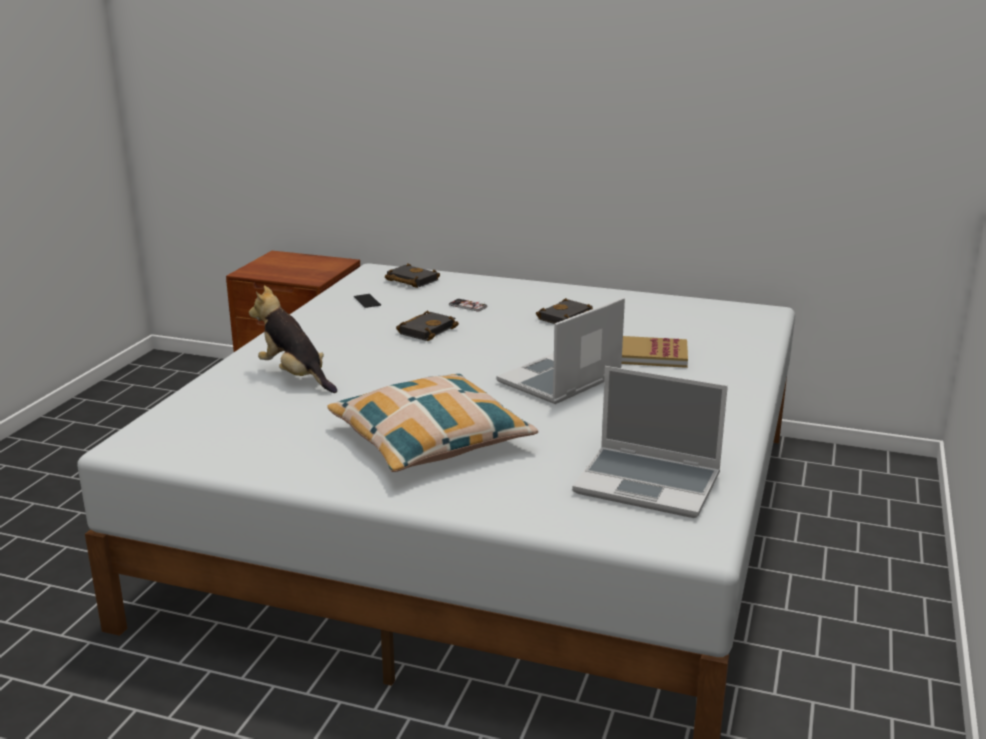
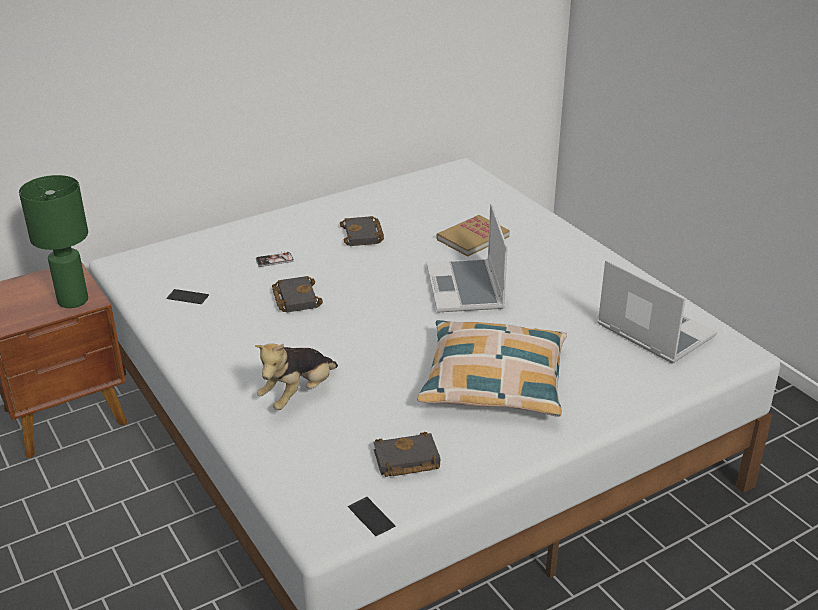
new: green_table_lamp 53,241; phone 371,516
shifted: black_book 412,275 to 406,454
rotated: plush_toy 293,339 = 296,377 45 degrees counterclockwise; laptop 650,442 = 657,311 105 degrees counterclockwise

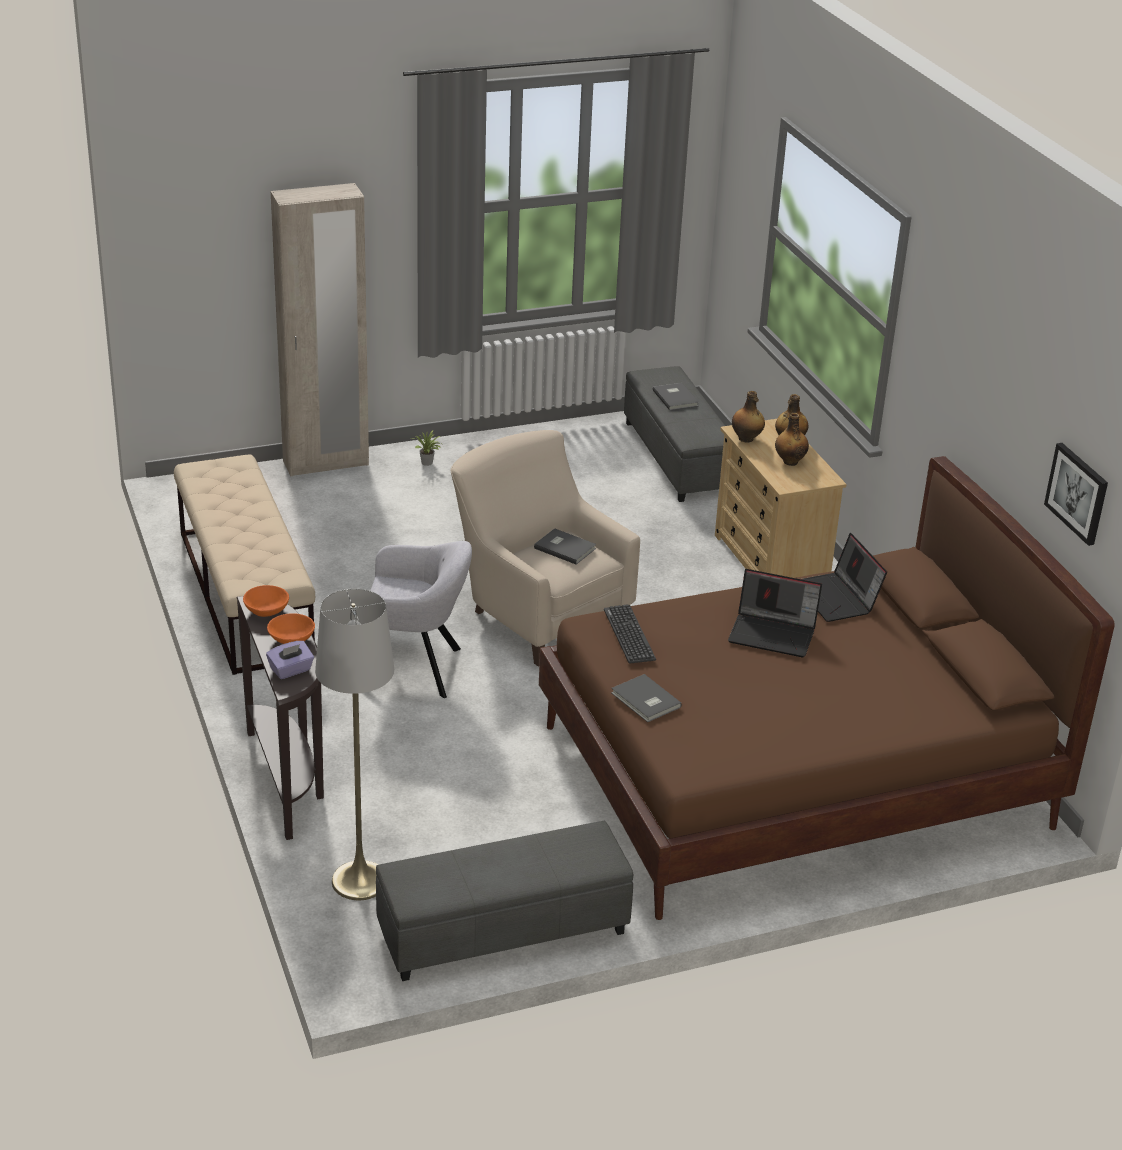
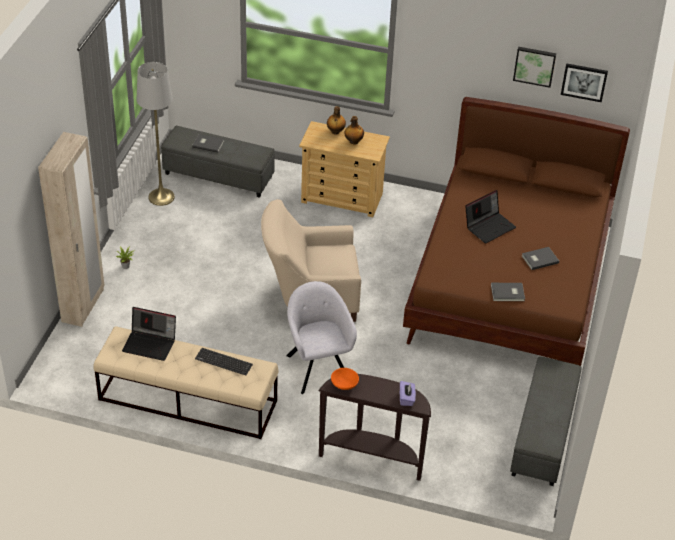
gone: orange_bowl 291,628; bottle 748,417
new: picture 534,67
shifted: laptop 844,577 to 149,334; grey_floor_lamp 354,744 to 156,134; keyboard 630,633 to 224,361; grey_book 565,546 to 540,258
rotated: grey_armchair 421,619 = 321,337 60 degrees counterclockwise

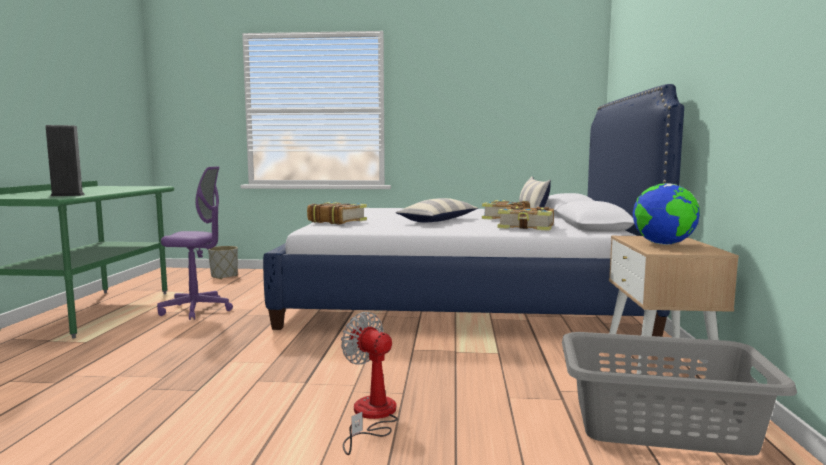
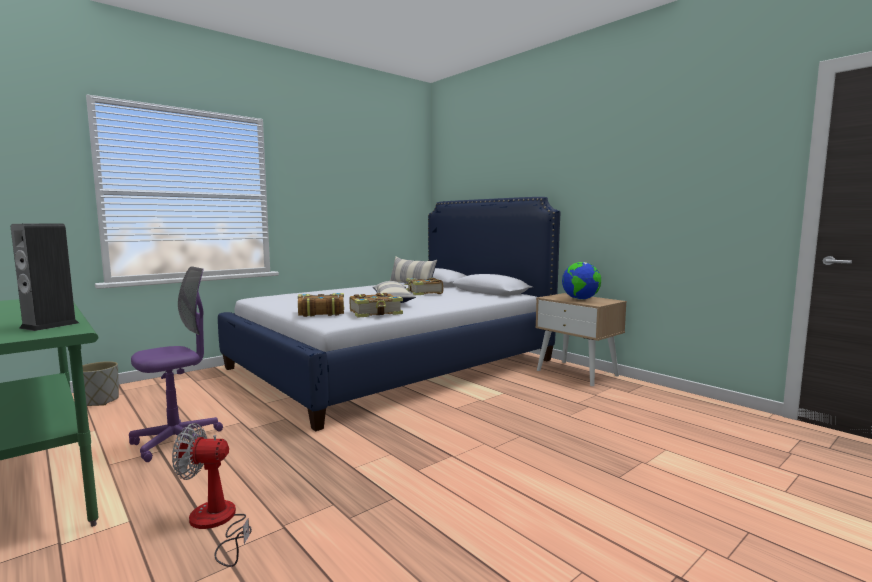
gone: grey_laundry_basket 679,394
shifted: fan 369,383 to 212,495; book 525,218 to 376,305

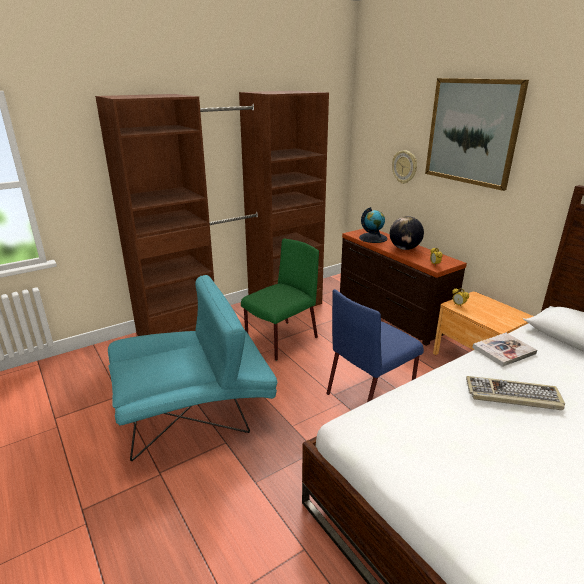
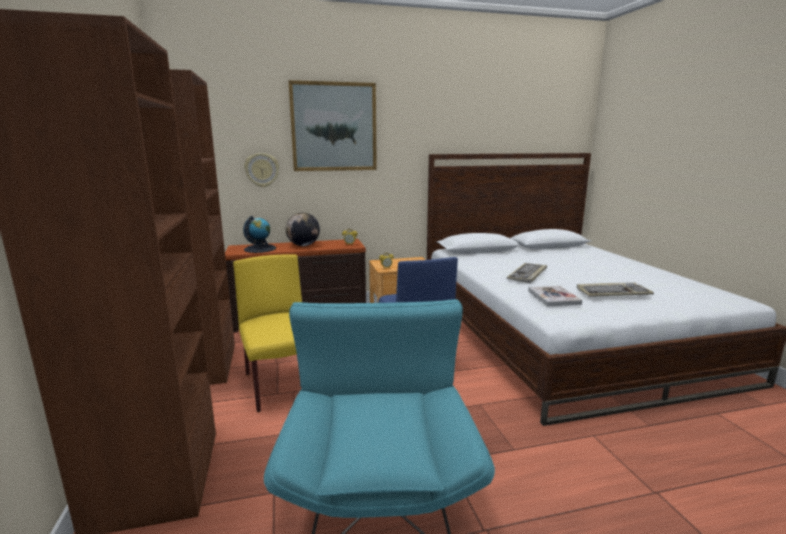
new: keyboard 615,289
shifted: book 504,350 to 555,296
repainted: green_chair 280,299 to yellow_chair 267,333

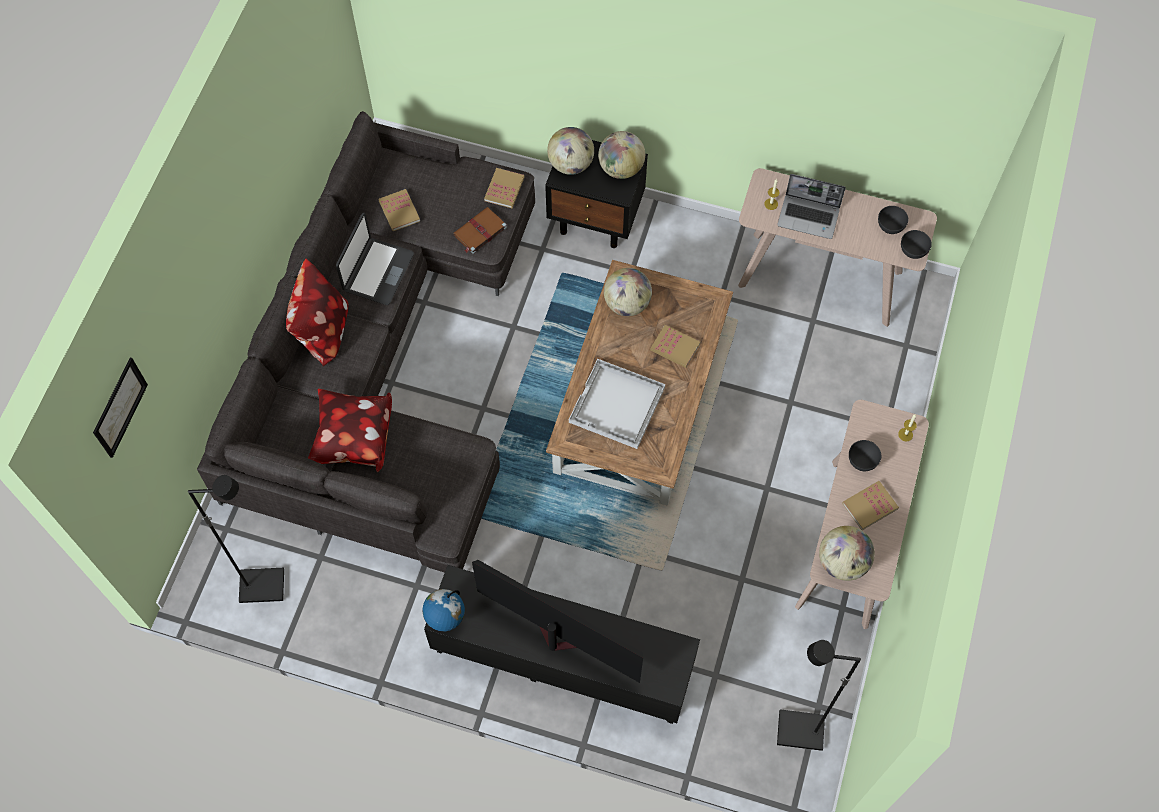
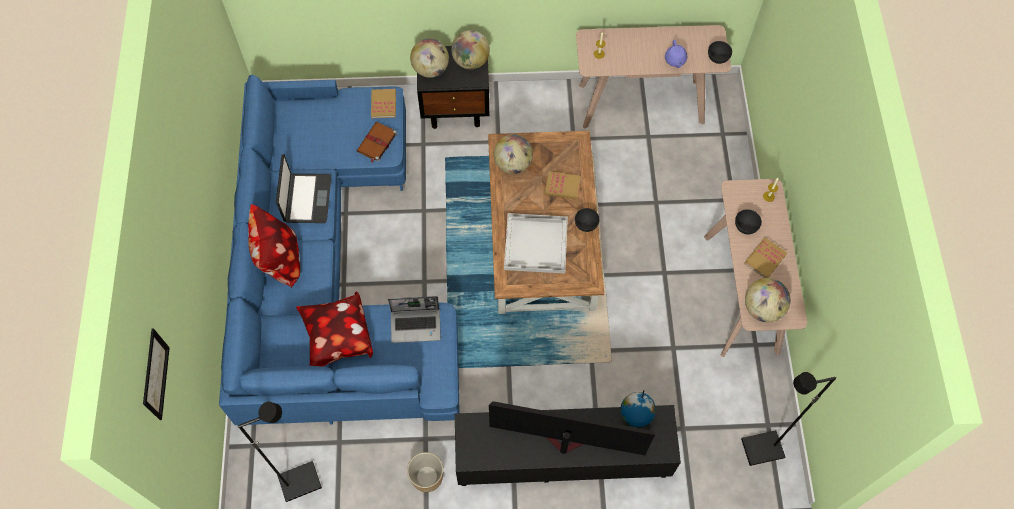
gone: book 399,210
new: planter 425,472; purple_teapot 676,54
shifted: laptop 811,206 to 414,319; grey_bowl 893,220 to 587,220; globe 444,610 to 638,408
repainted: grey_sofa 366,342 to blue_sofa 339,250

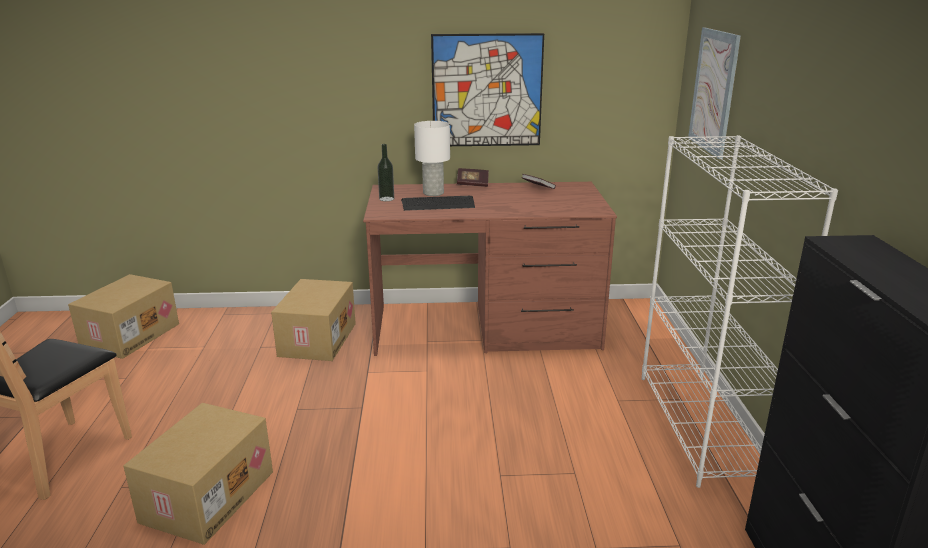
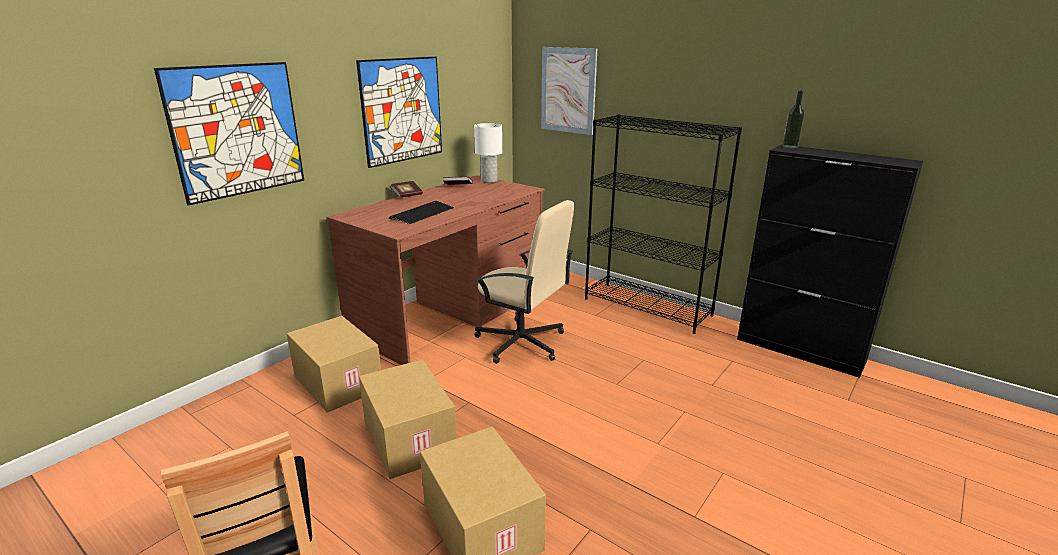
new: picture 229,134; beige_office_chair 524,282
shifted: cardboard_box 123,316 to 408,419; white_table_lamp 432,158 to 488,153; bottle 386,172 to 793,119
repainted: white_bookcase 740,311 to black_bookcase 663,224

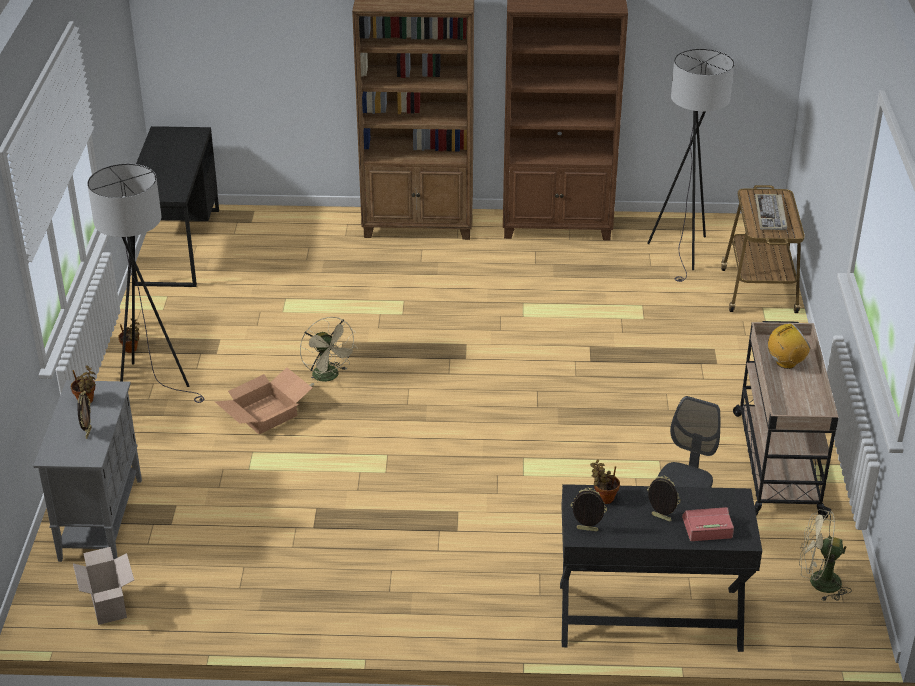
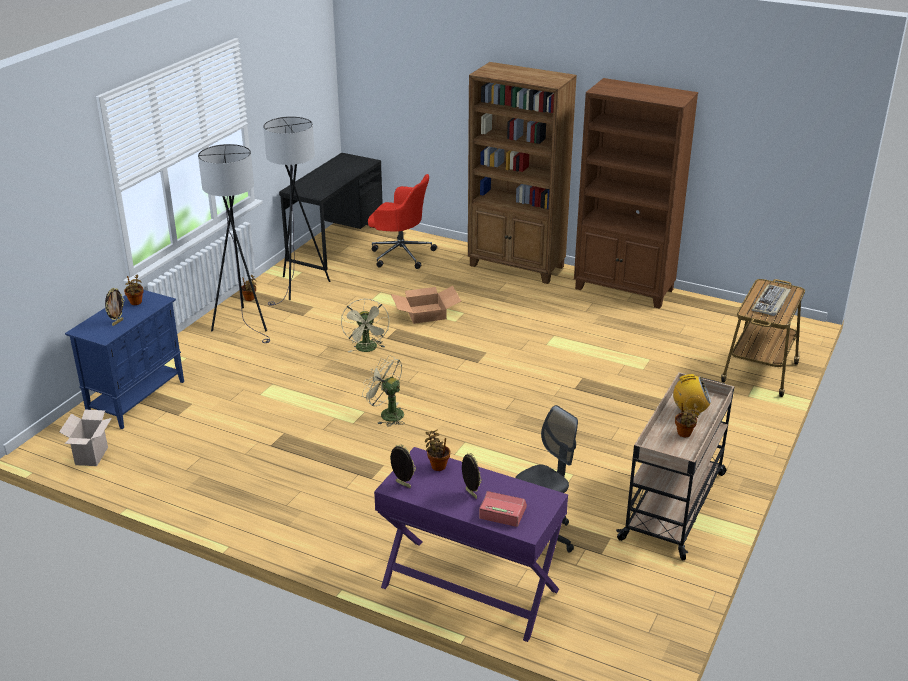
new: red_office_chair 402,221; potted_plant 687,420
shifted: grey_floor_lamp 690,165 to 296,211; beige_fan 825,555 to 383,390; cardboard_box 263,401 to 426,305
repainted: grey_cabinet 87,471 to blue_cabinet 124,359; black_desk 661,568 to purple_desk 471,544

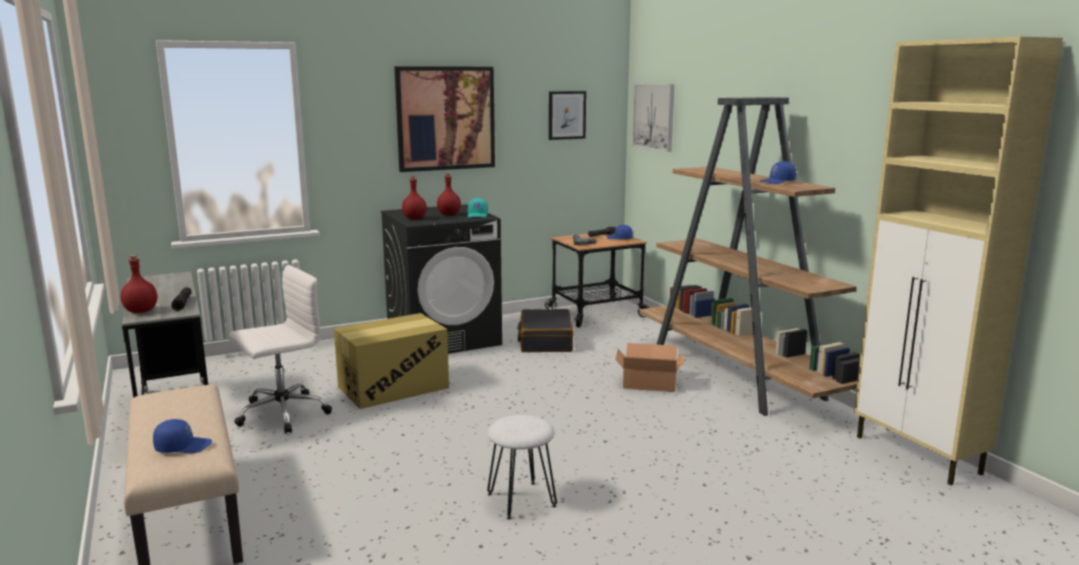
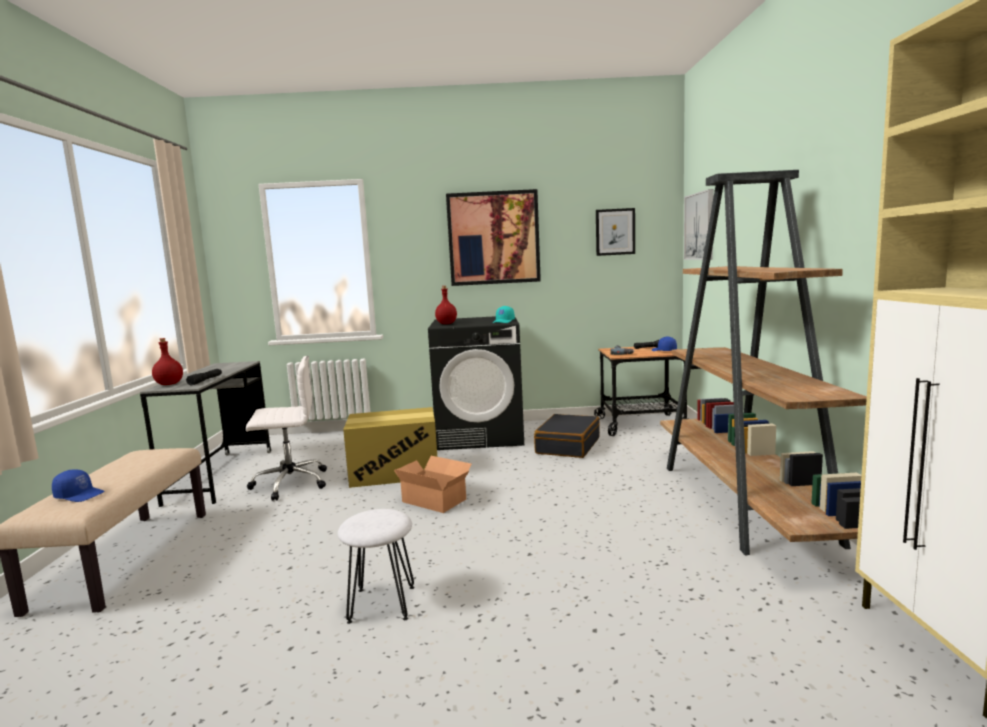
gone: red_bottle 449,194; blue_cap 778,172
shifted: cardboard_box 649,367 to 432,484

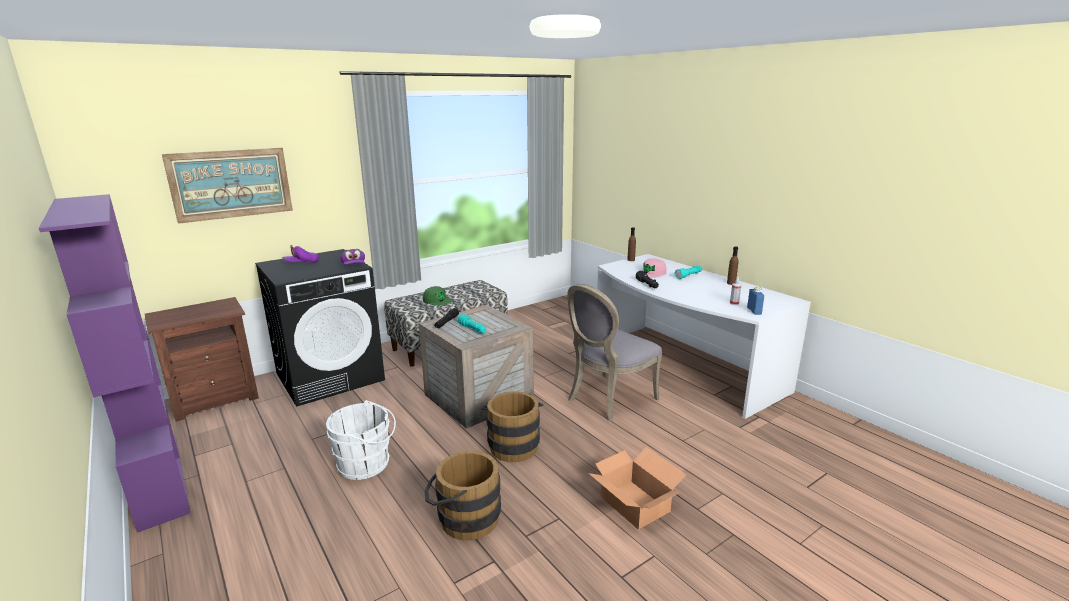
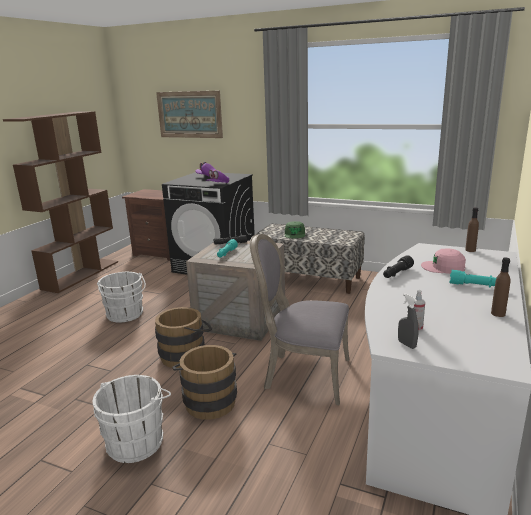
shifted: brown_bucket 462,495 to 204,382
swapped: cardboard_box 637,488 to white_bucket 131,419; blue_bottle 755,300 to grey_spray_bottle 408,321
repainted: purple_bookcase 114,363 to brown_bookcase 60,202

